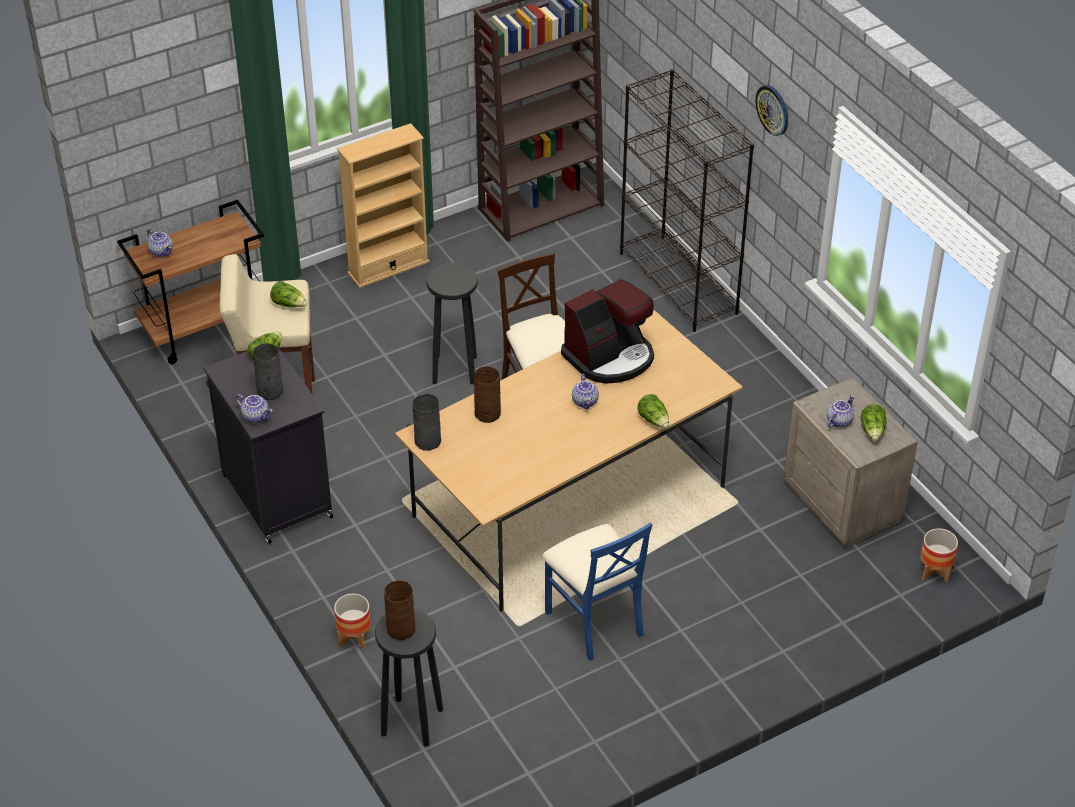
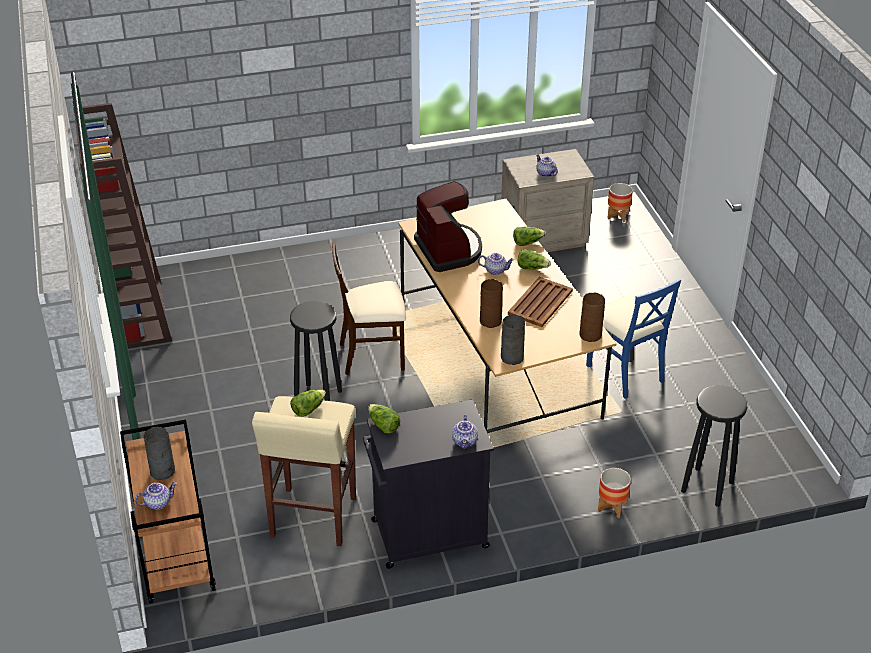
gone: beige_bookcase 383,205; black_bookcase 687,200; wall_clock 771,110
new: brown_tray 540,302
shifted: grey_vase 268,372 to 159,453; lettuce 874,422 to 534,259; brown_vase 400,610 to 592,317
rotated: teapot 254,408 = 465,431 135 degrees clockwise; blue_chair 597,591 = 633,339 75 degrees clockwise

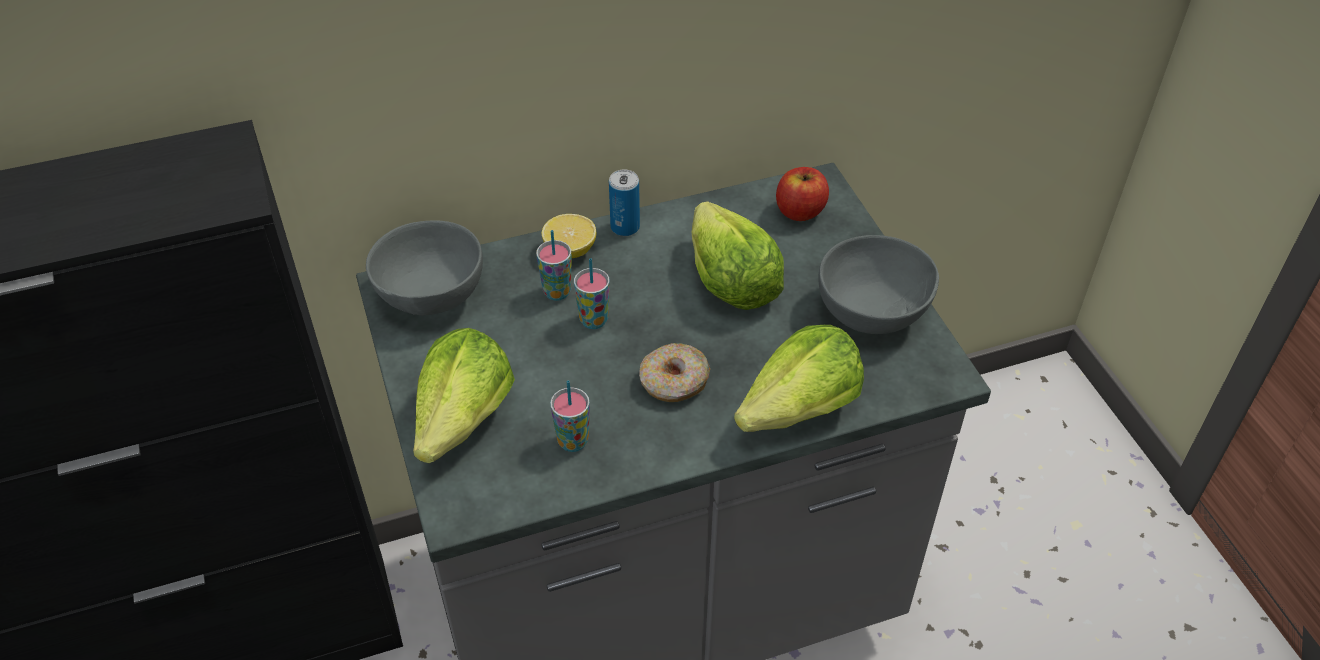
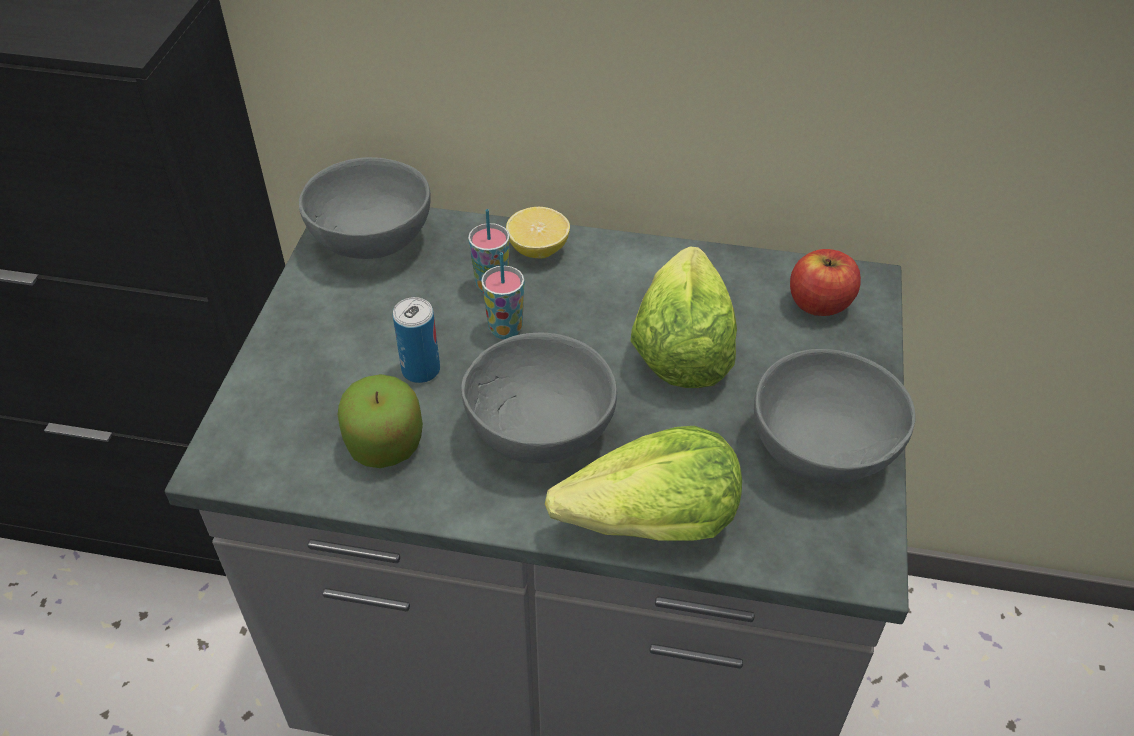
gone: lettuce 464,395
shifted: can 624,202 to 416,340
swapped: cup 570,416 to apple 380,421; donut 674,372 to grey_bowl 539,398

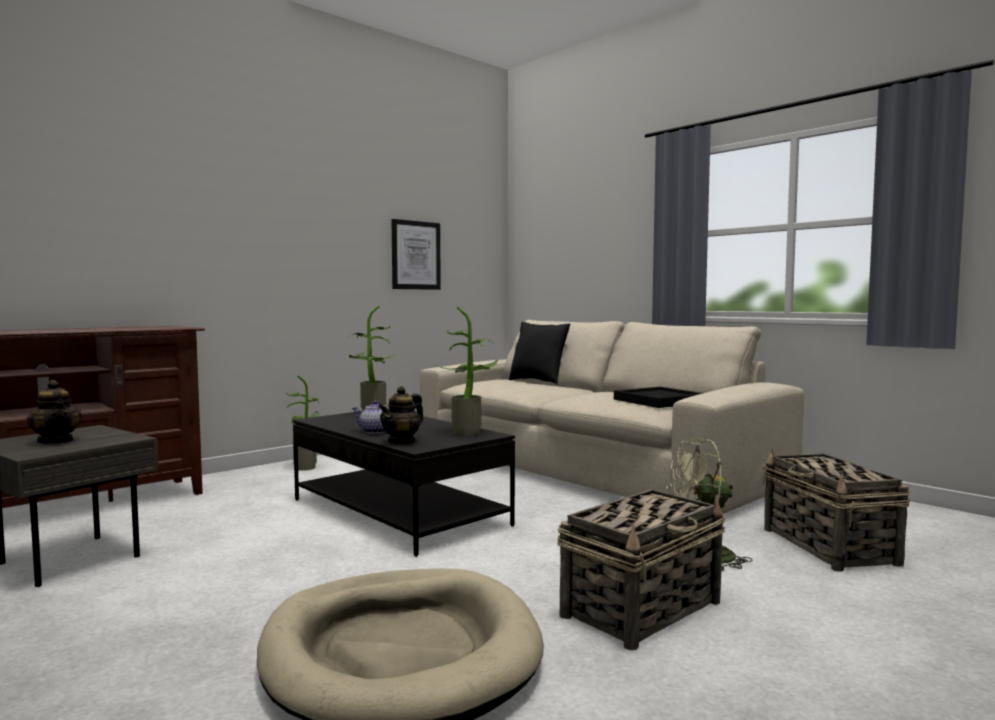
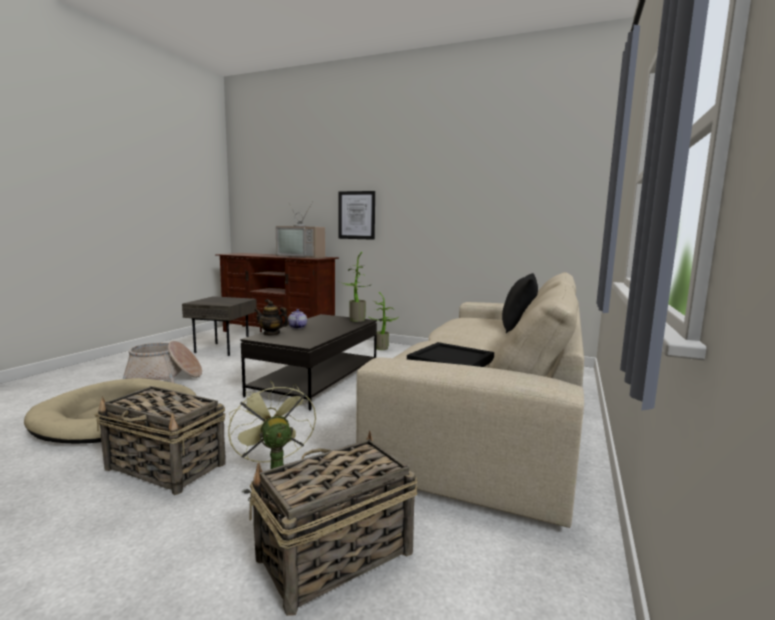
gone: teapot 54,411; potted_plant 465,370
new: basket 162,362; television 300,230
shifted: picture 416,254 to 356,215

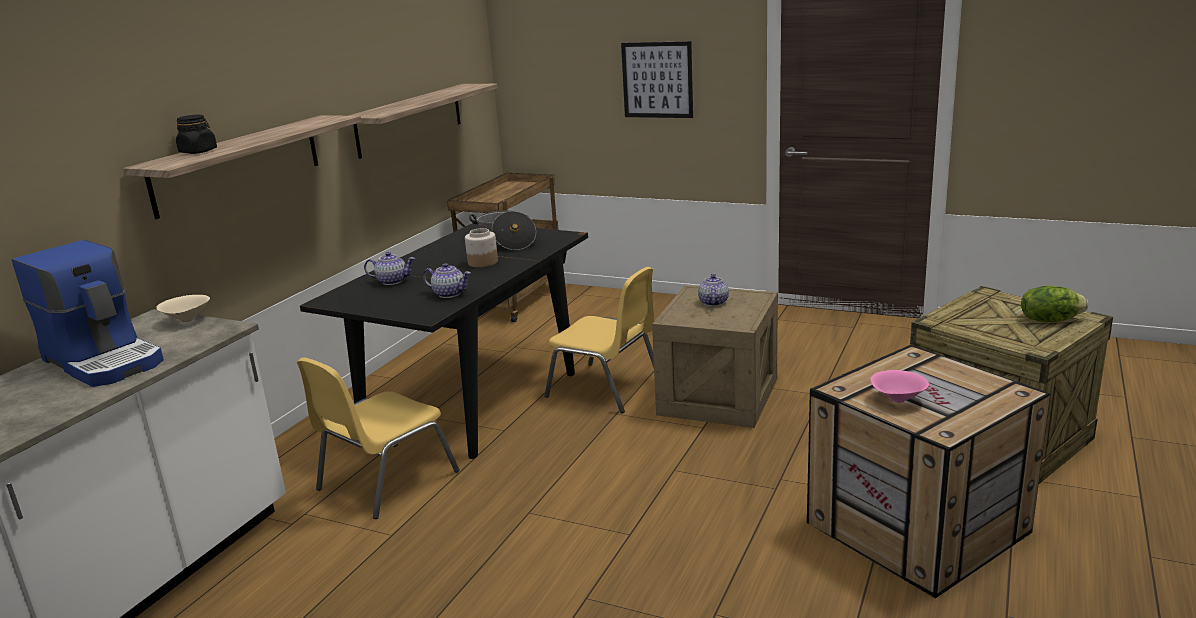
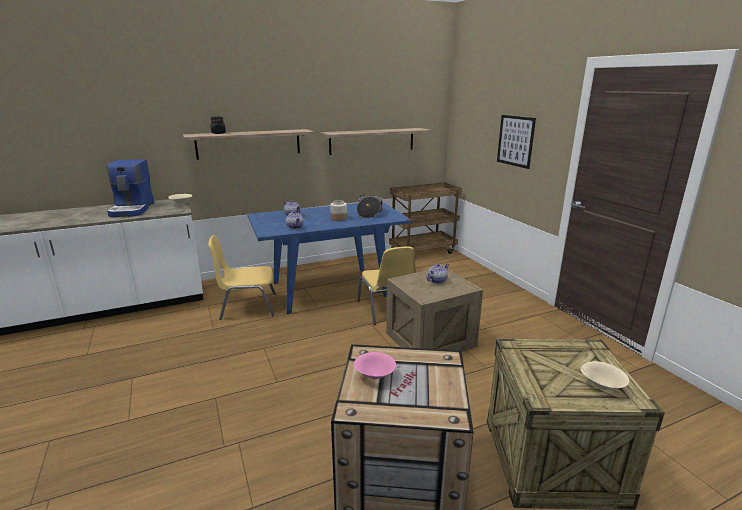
swapped: lettuce 1055,304 to beige_bowl 604,375
repainted: black_dining_table 444,341 to blue_dining_table 329,258

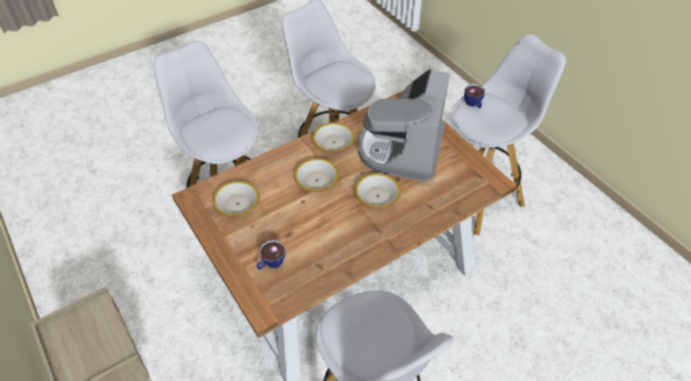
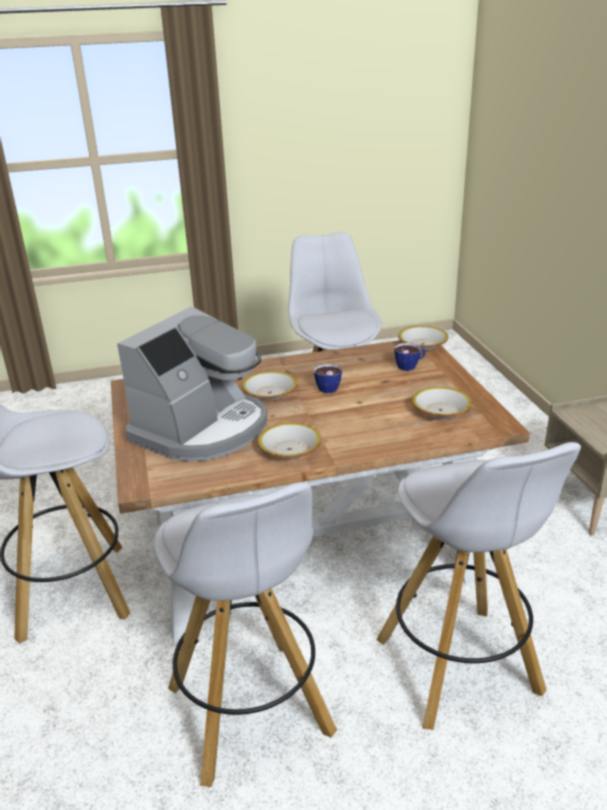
shifted: cup 474,96 to 328,378; bowl 316,175 to 423,338

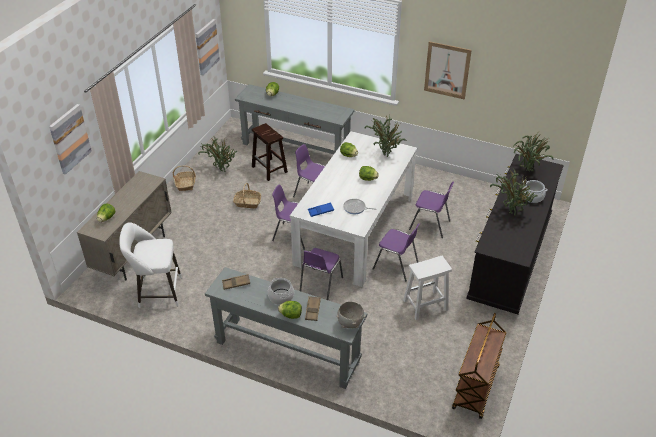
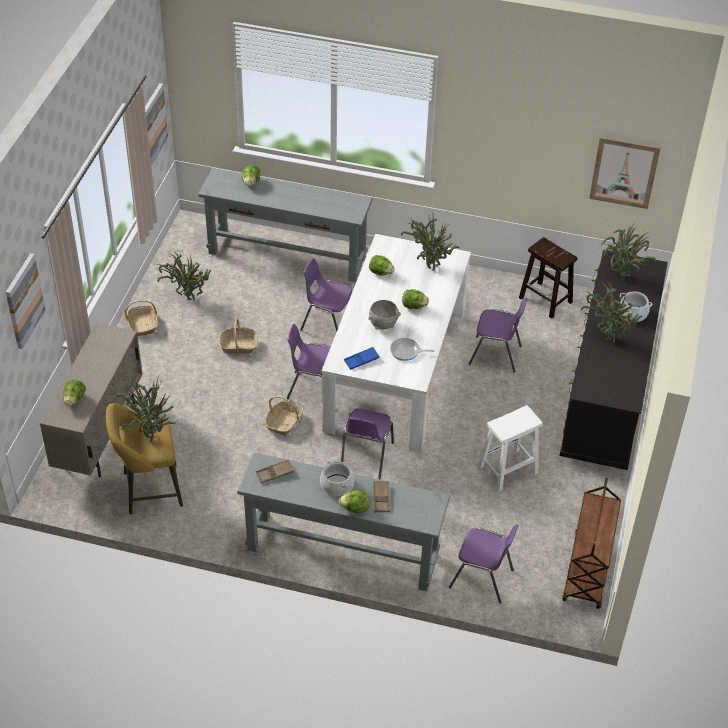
new: potted_plant 146,409; basket 284,416
shifted: grey_bowl 351,315 to 384,315; purple_chair 396,252 to 484,564; brown_stool 270,152 to 548,278; picture 448,70 to 625,173
repainted: white_stool 150,265 to yellow_stool 144,459

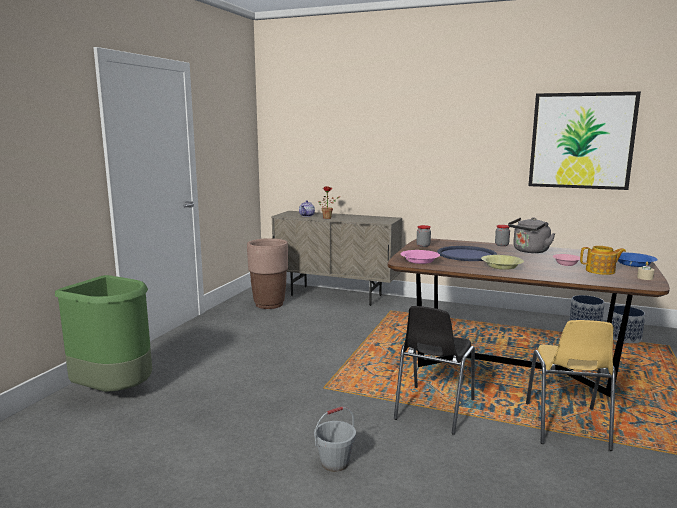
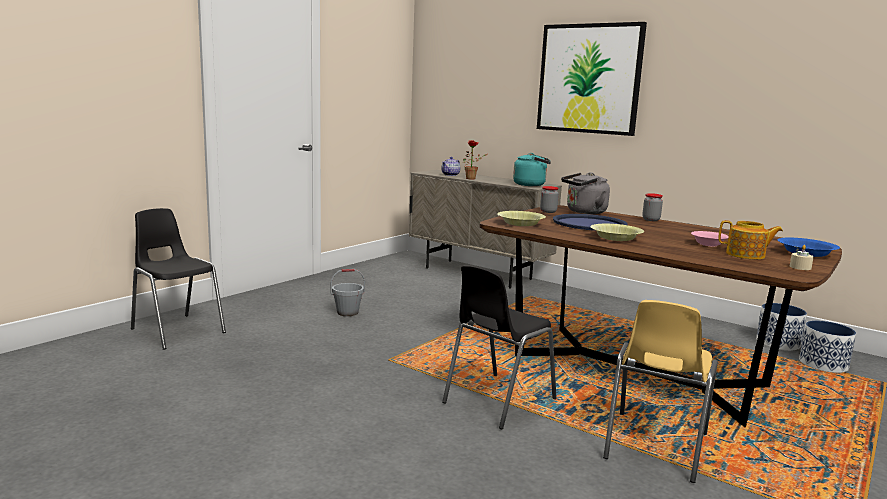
gone: brown_planter 267,273
new: turquoise_kettle 532,169
shifted: grey_bucket 335,439 to 348,292; picture 584,141 to 592,79; grey_kettle 531,235 to 585,193
swapped: green_trash_can 103,333 to black_chair 178,279
repainted: pink_bowl 420,257 to yellow_bowl 521,218

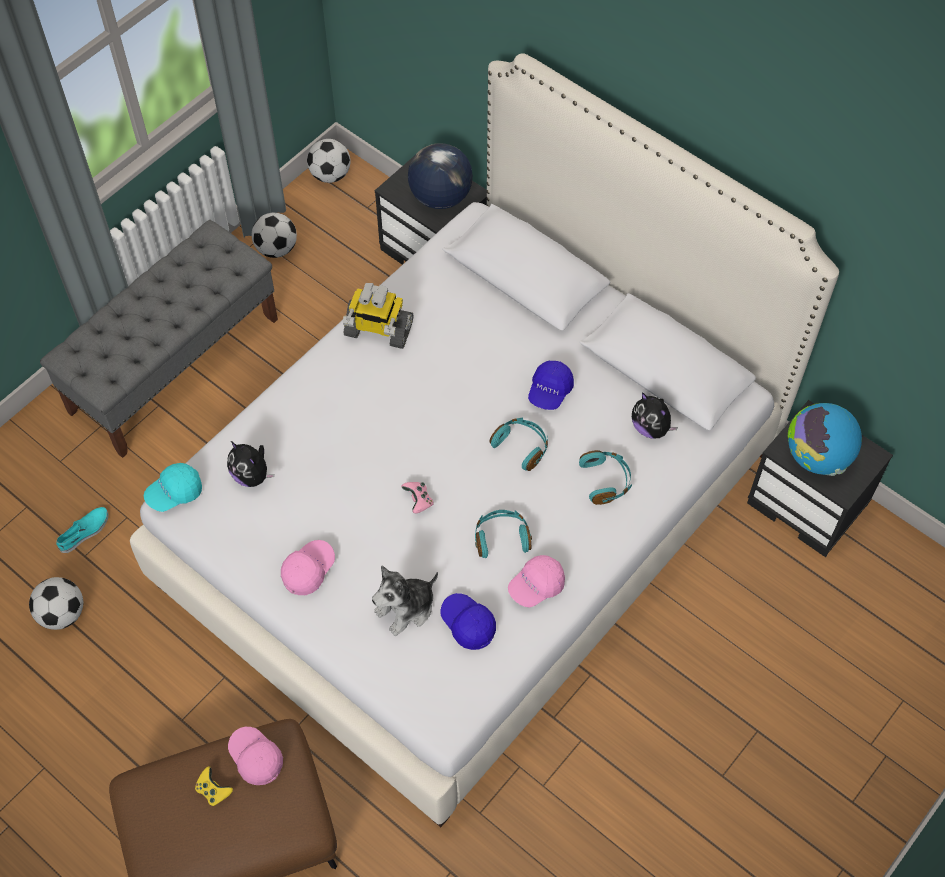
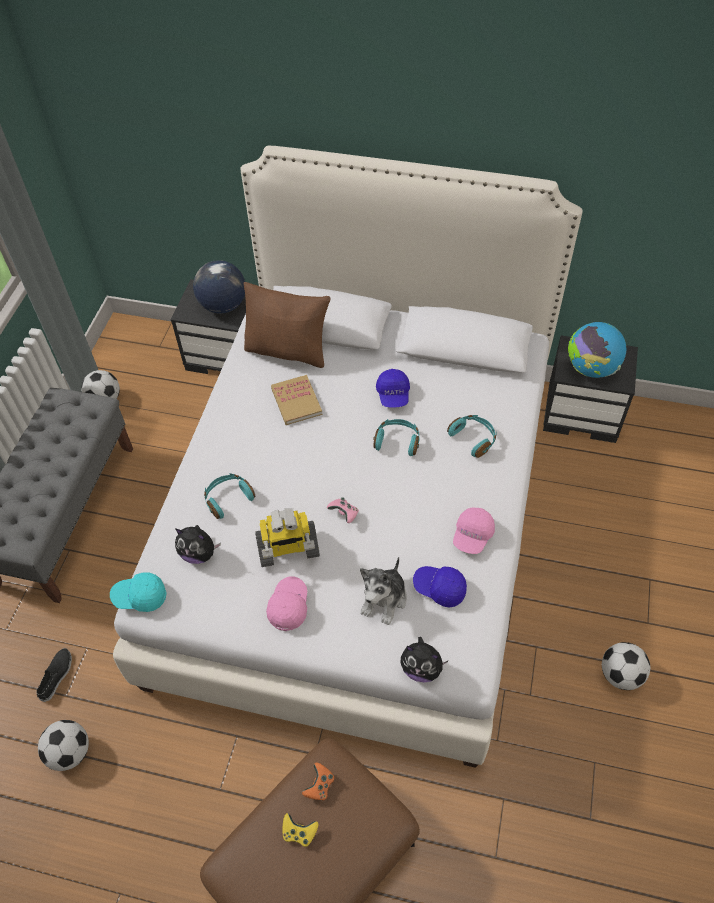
new: brown_pillow 287,325; book 296,400
shifted: turquoise_headphones 503,534 to 229,496; toy_robot 378,316 to 287,537; plush_toy 655,415 to 424,659; football 329,161 to 626,666
swapped: pink_cap 255,756 to orange_game_controller 318,781
repainted: turquoise_shoe 82,530 to black_shoe 54,675
rotated: turquoise_cap 173,487 = 138,592 60 degrees clockwise

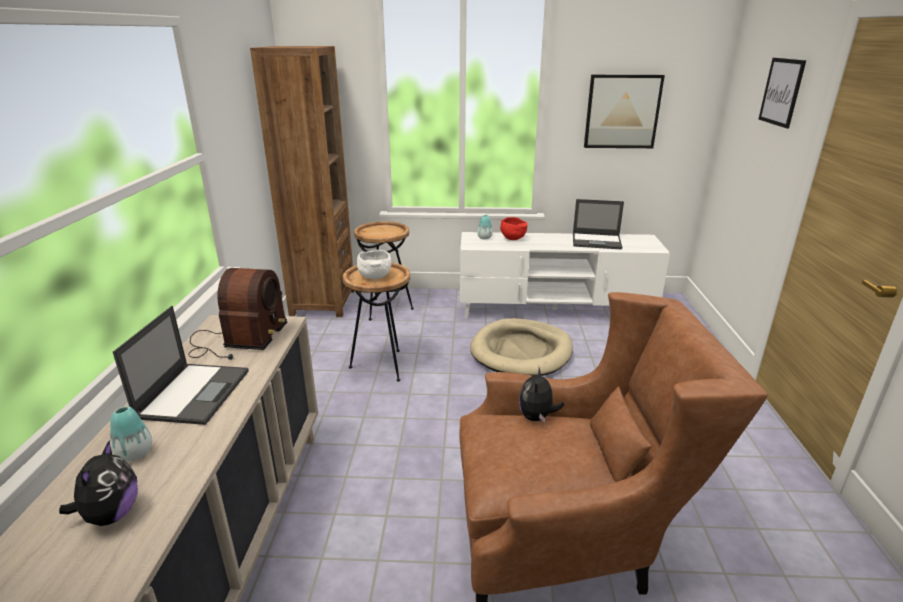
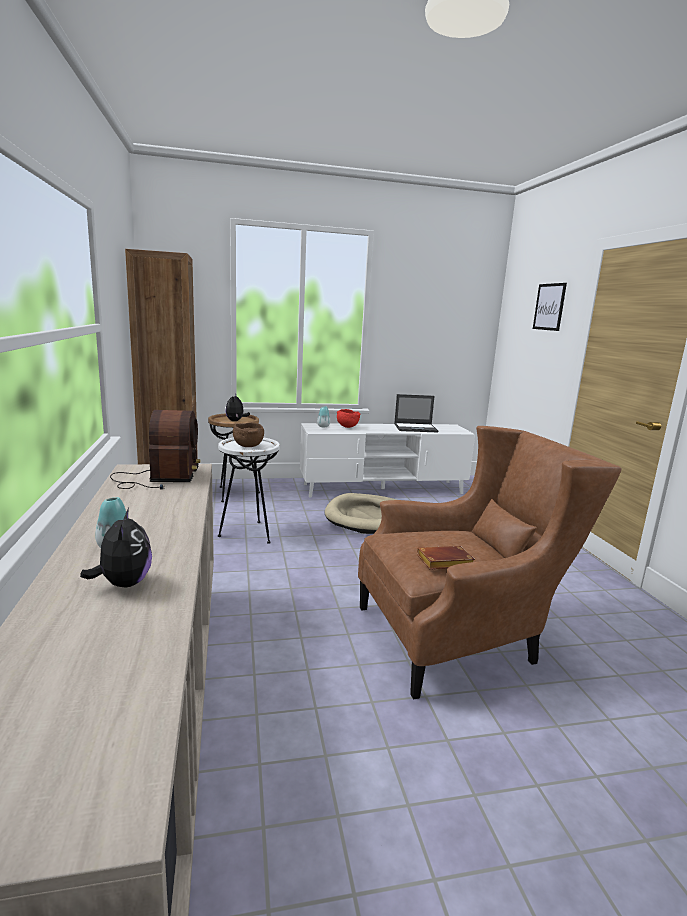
gone: laptop 181,365; picture 624,111
new: brown_book 446,557
shifted: plush_toy 541,395 to 238,408
repainted: brown_side_table 376,321 to white_side_table 249,490; white_bowl 374,264 to brown_bowl 248,435

